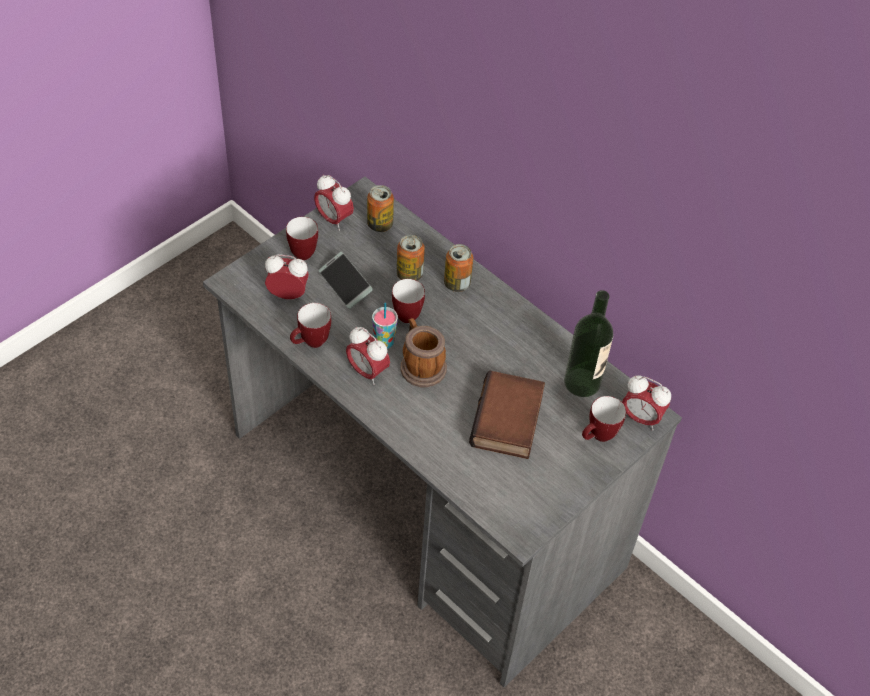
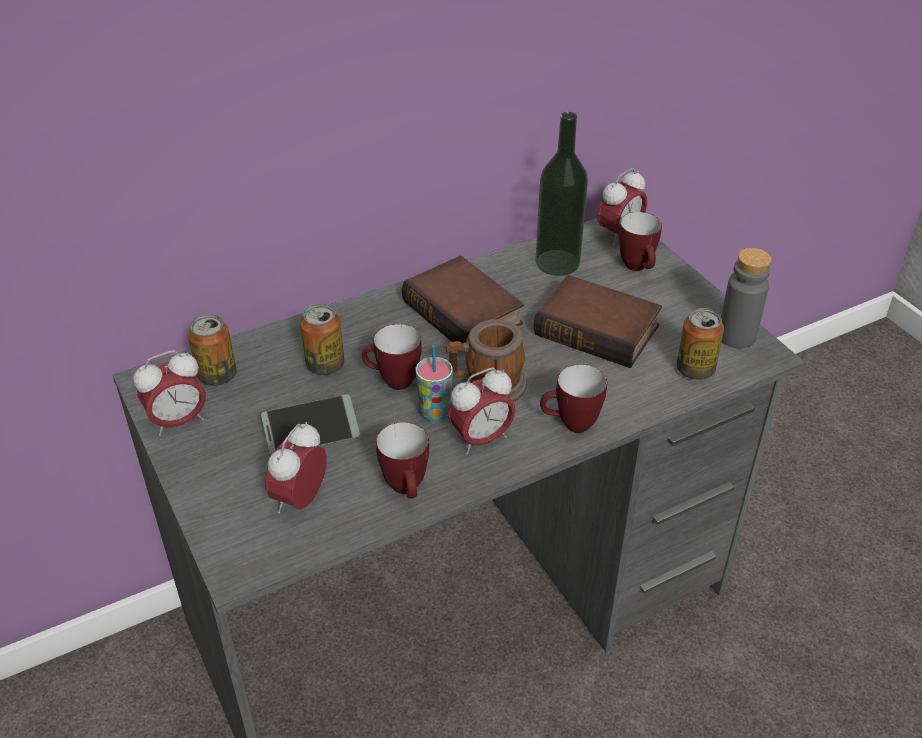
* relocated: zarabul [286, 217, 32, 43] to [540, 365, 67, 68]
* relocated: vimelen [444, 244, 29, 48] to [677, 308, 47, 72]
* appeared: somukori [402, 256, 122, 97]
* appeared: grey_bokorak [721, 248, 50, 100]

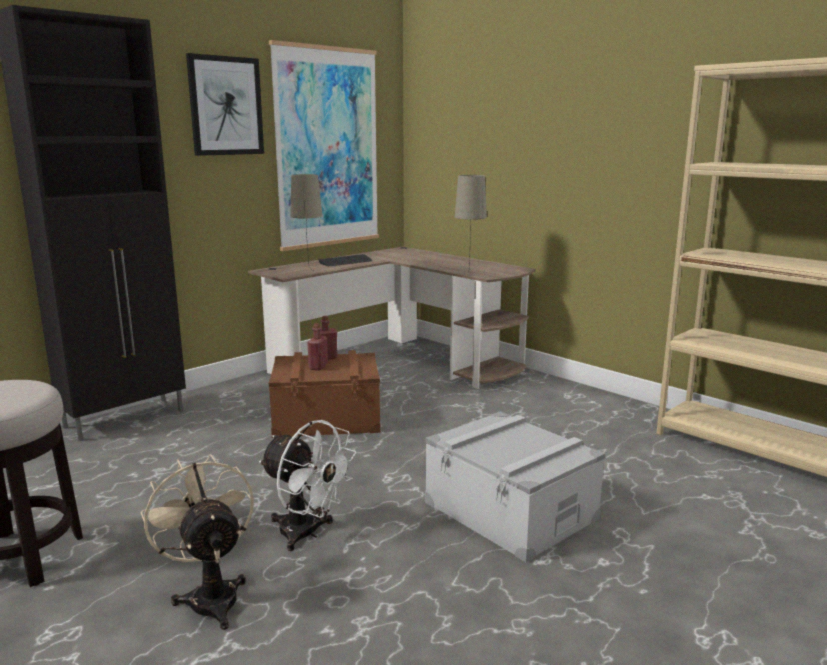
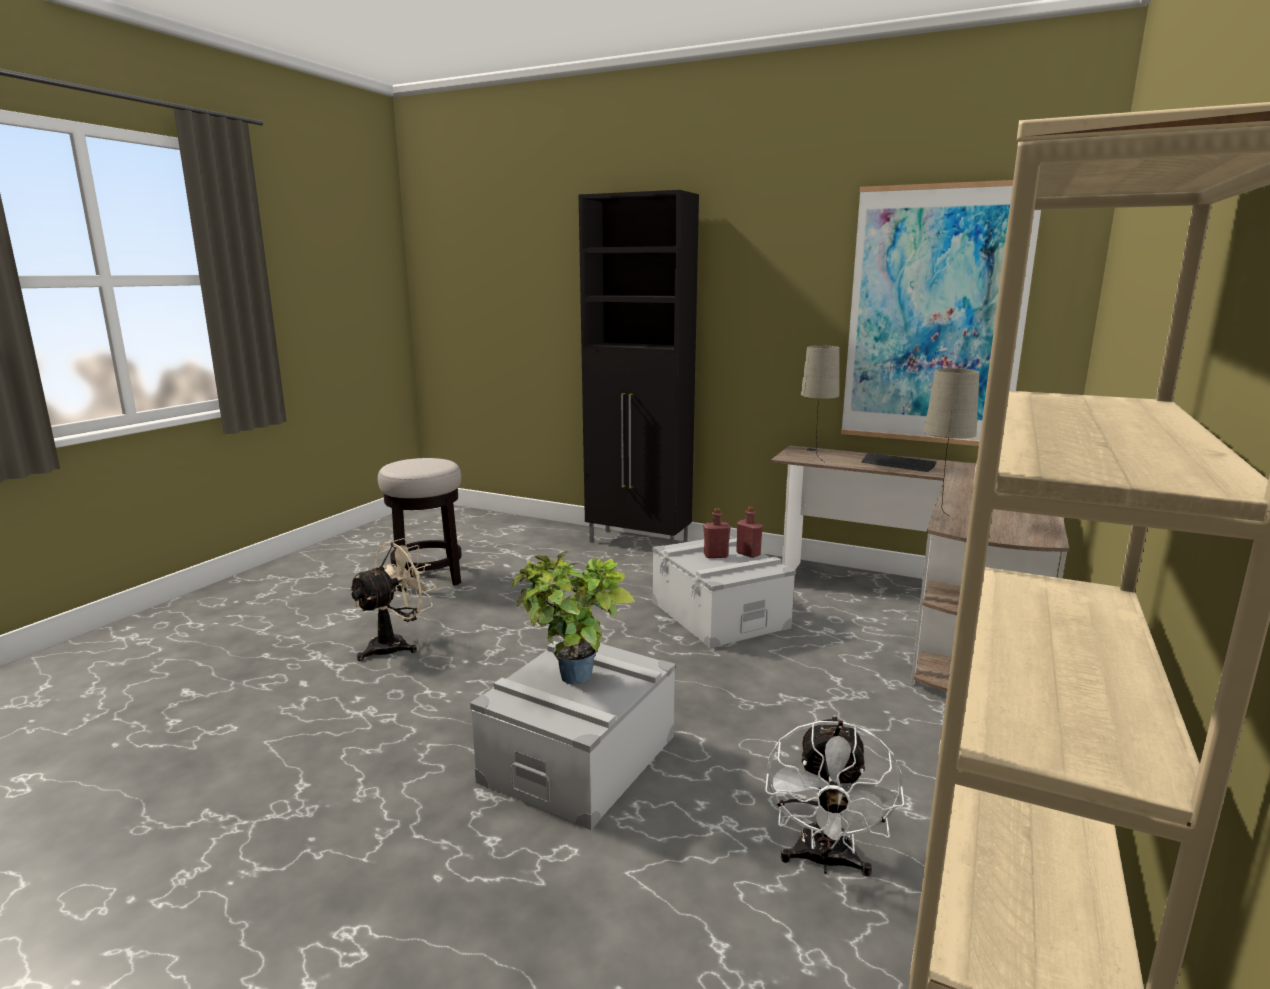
* missing: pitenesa [186, 53, 78, 103]
* relocated: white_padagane [259, 420, 97, 131] to [765, 715, 140, 162]
* colour: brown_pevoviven [269, 350, 111, 88] to grey_pevoviven [652, 536, 144, 113]
* appeared: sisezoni [510, 551, 125, 134]

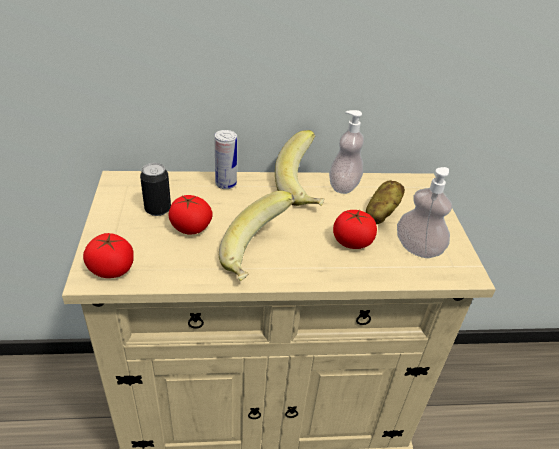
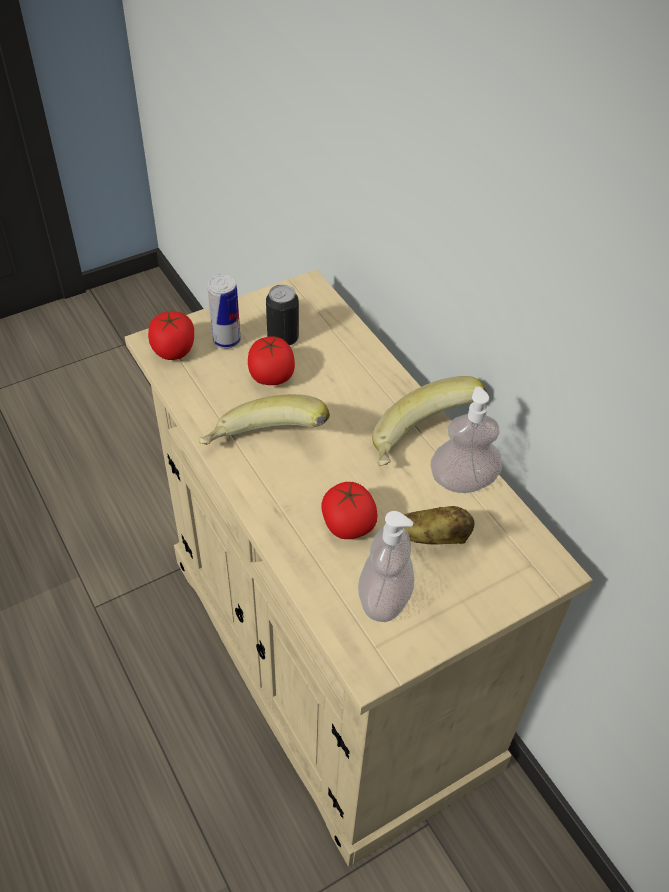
* relocated: vimelen [215, 130, 22, 59] to [208, 274, 33, 75]

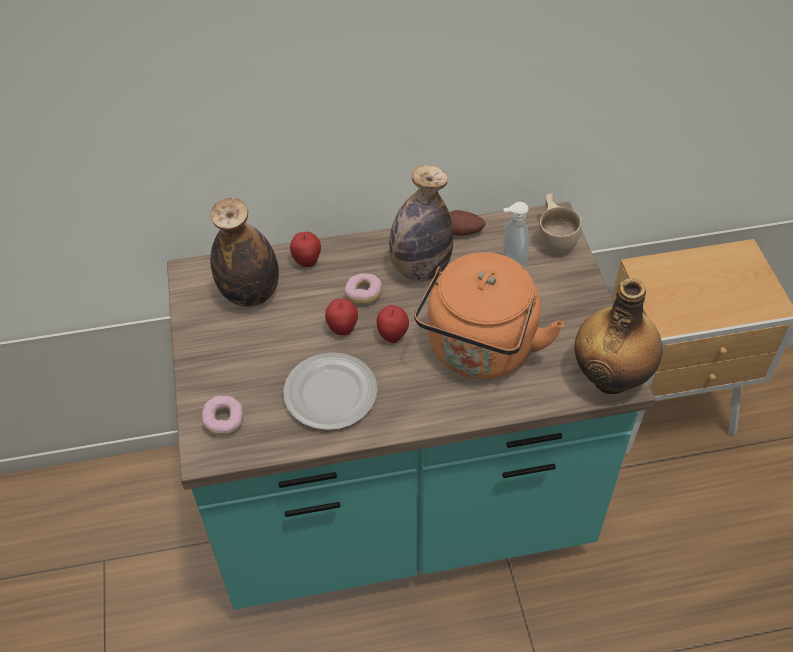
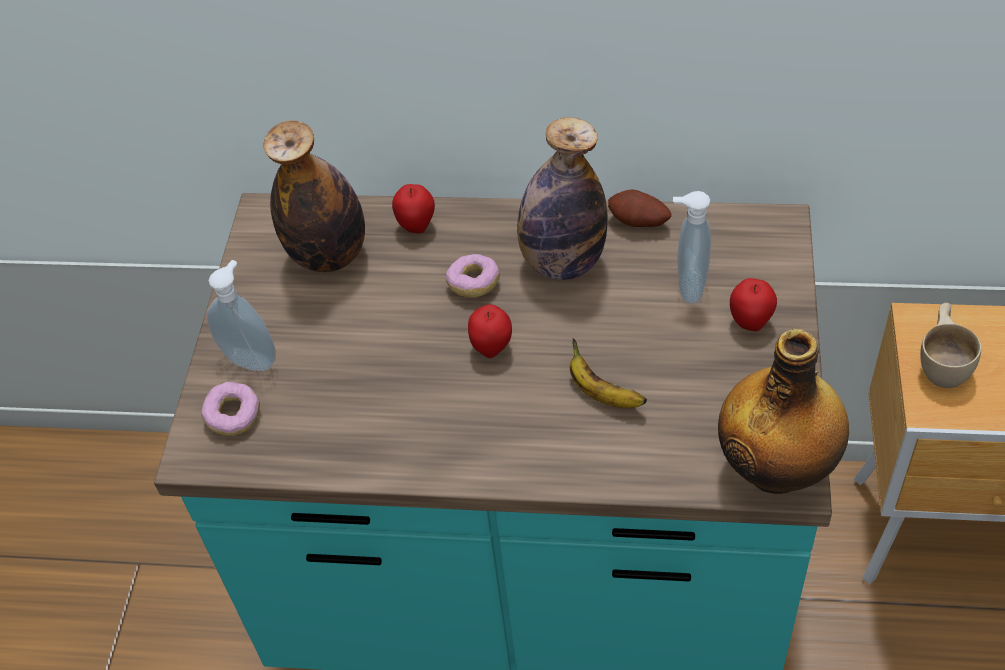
* missing: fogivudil [283, 352, 95, 78]
* relocated: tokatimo [325, 299, 33, 36] to [730, 278, 47, 53]
* exchanged: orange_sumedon [414, 252, 150, 127] to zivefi [570, 338, 77, 70]
* relocated: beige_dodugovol [539, 193, 43, 62] to [920, 303, 61, 85]
* appeared: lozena [207, 260, 69, 111]

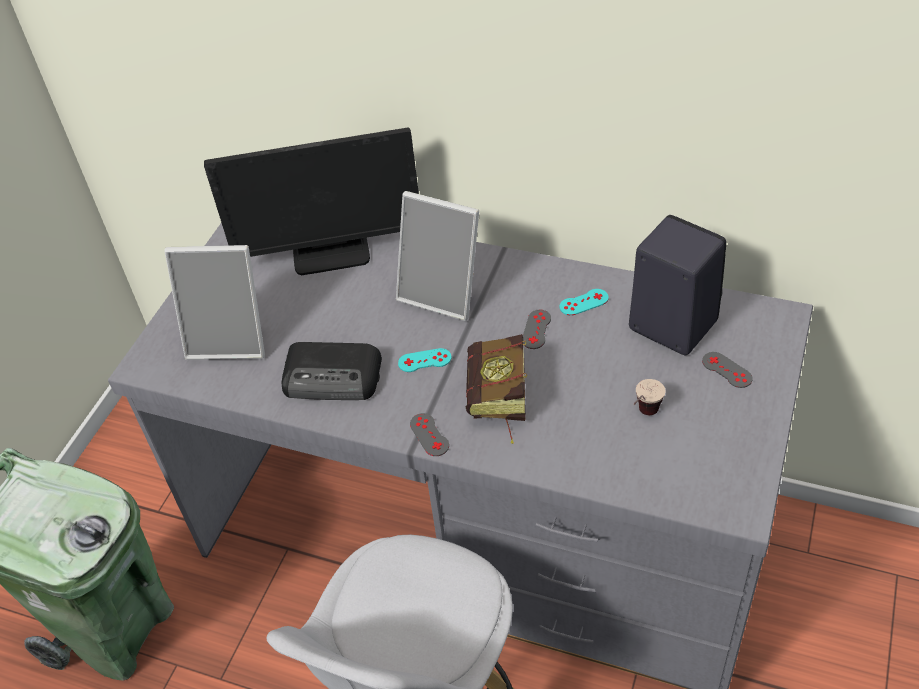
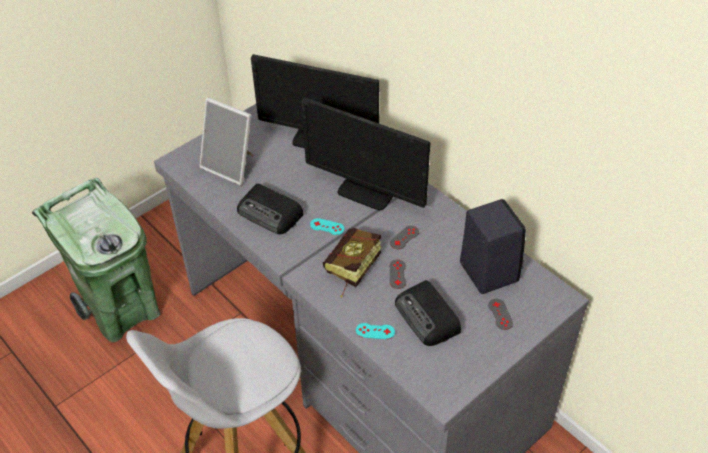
* exchanged: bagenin [396, 191, 83, 130] to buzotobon [301, 97, 129, 114]
* relocated: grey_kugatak [410, 413, 39, 43] to [390, 259, 16, 30]
* relocated: turquoise_kugatak [559, 289, 50, 27] to [356, 323, 39, 16]
* exchanged: dodugovol [633, 379, 33, 36] to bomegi [395, 280, 66, 66]

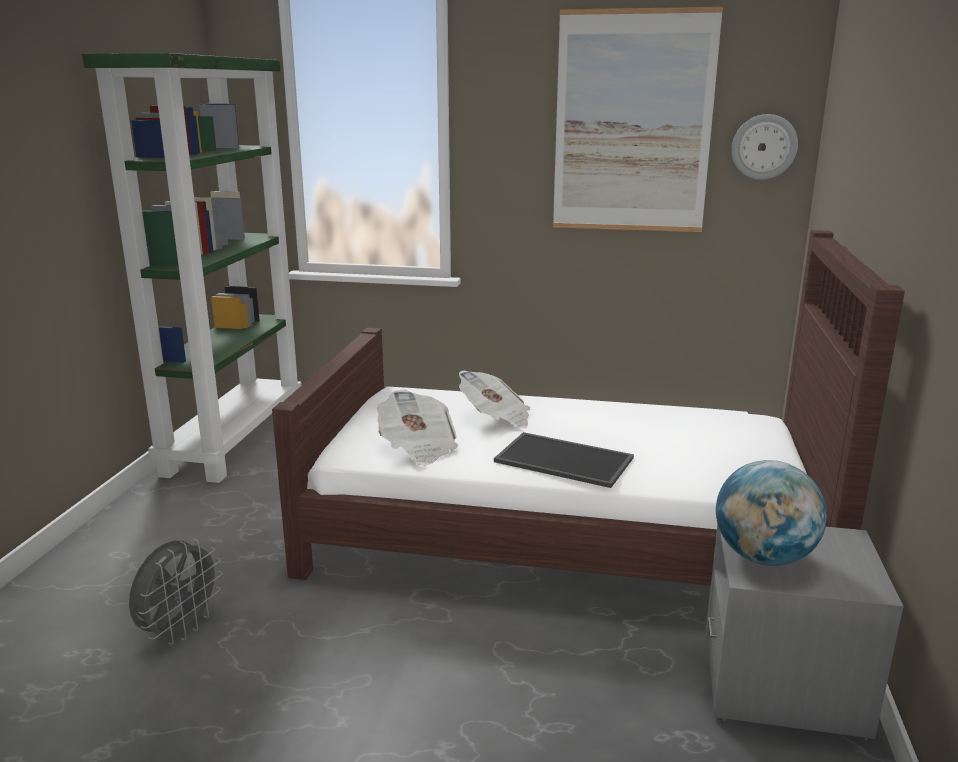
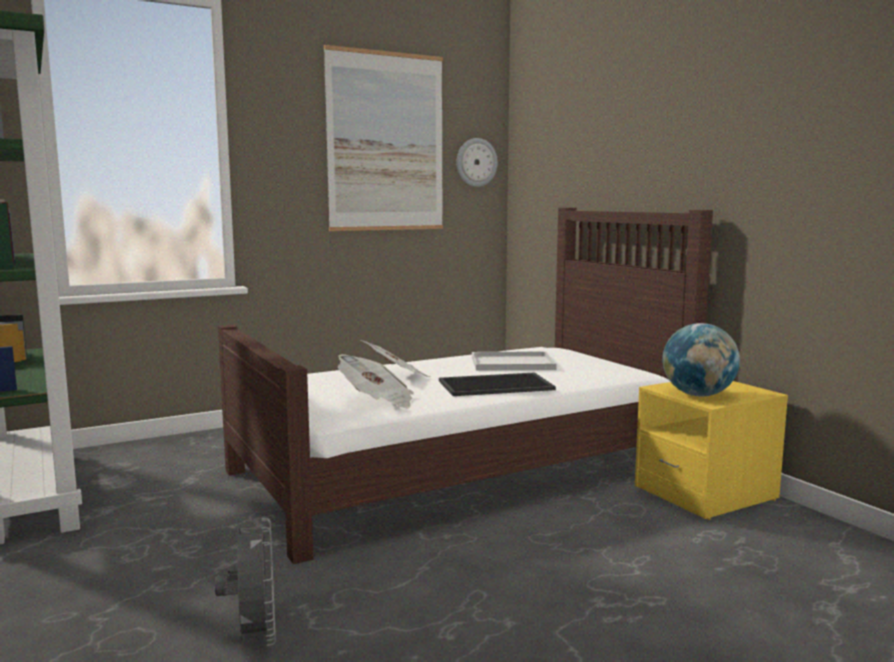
* colour: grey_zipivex [705, 525, 199, 215] to yellow_zipivex [635, 381, 153, 139]
* appeared: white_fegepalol [472, 351, 85, 20]

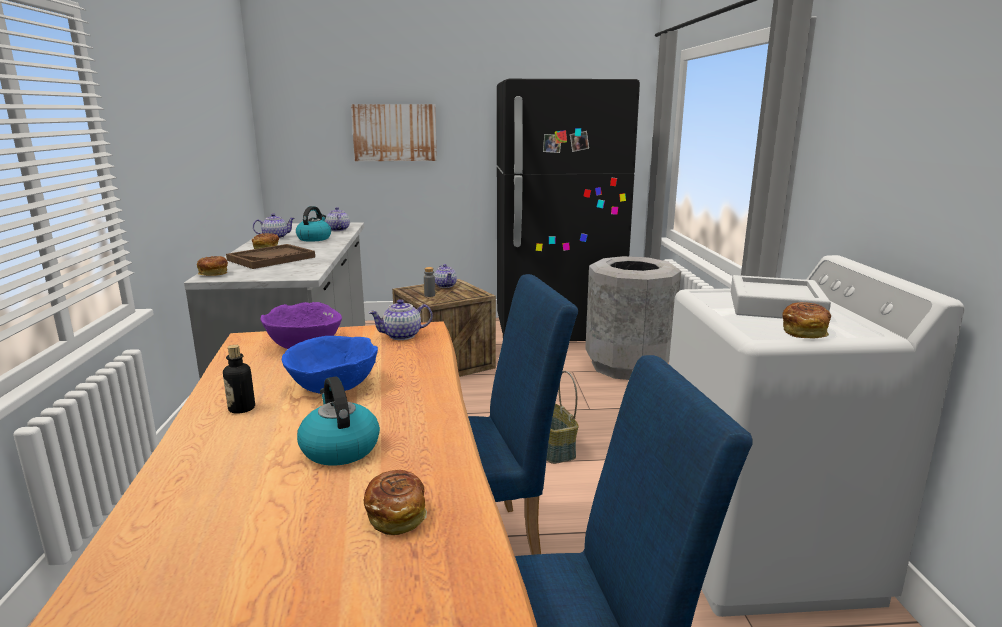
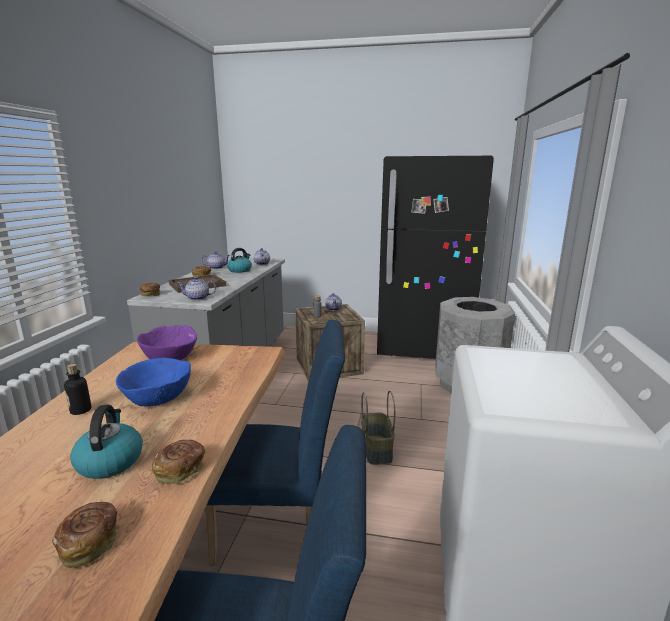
* missing: pitenesa [351, 104, 86, 57]
* relocated: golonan [368, 299, 65, 41] to [177, 277, 39, 23]
* missing: grey_fegepalol [731, 275, 100, 44]
* relocated: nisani [782, 302, 49, 37] to [152, 440, 53, 44]

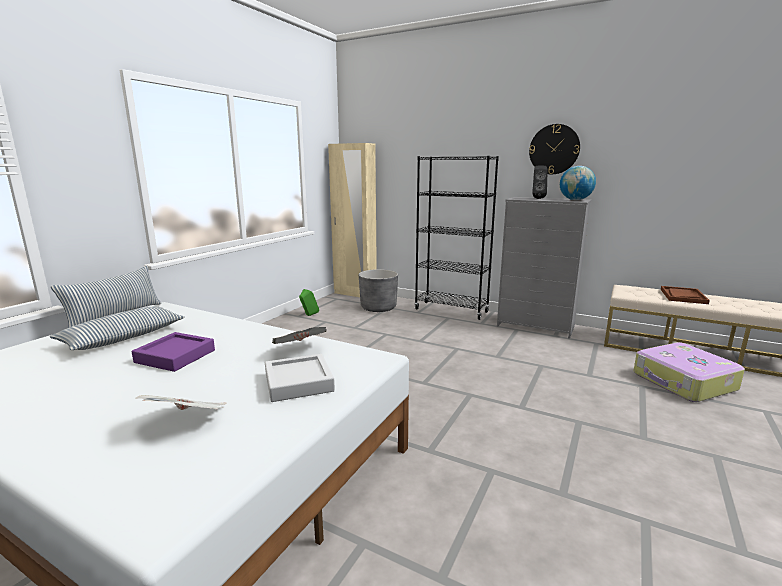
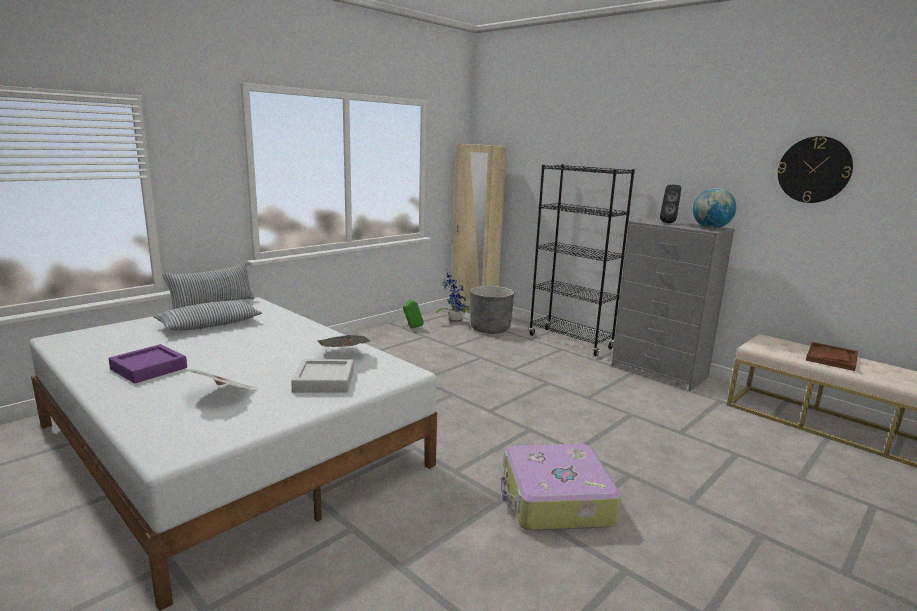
* relocated: purple_fegepalol [132, 332, 83, 40] to [109, 344, 78, 39]
* relocated: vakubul [529, 124, 51, 50] to [778, 136, 75, 67]
* relocated: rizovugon [633, 342, 112, 60] to [501, 444, 120, 87]
* appeared: sisezoni [435, 273, 35, 50]

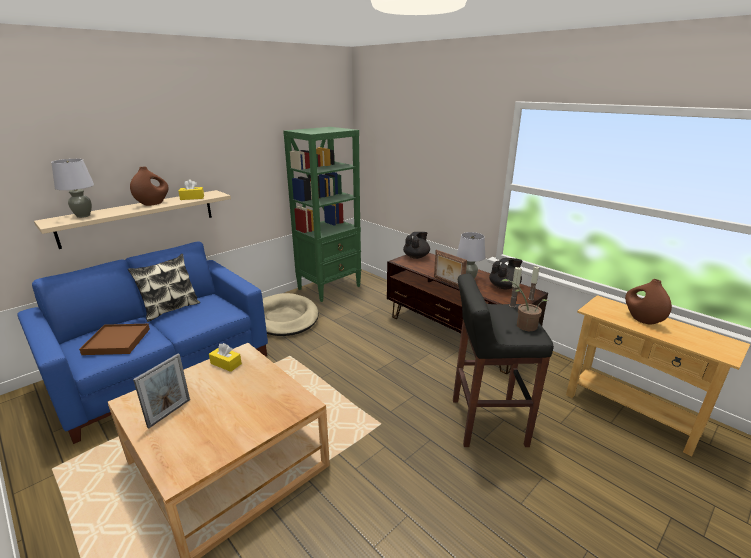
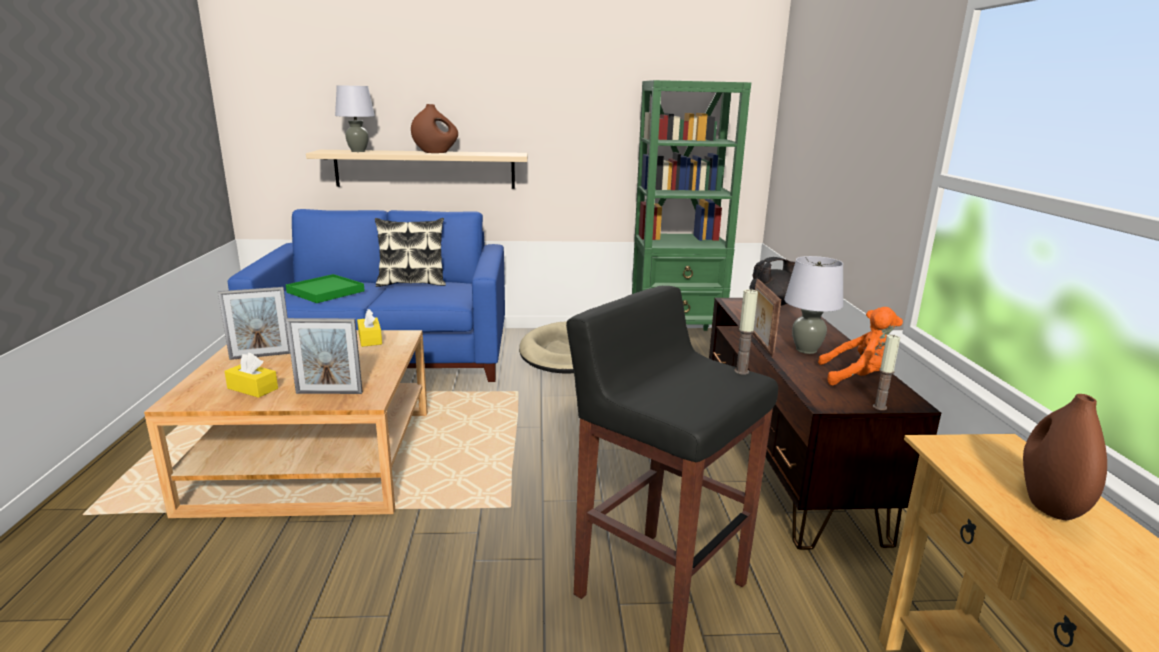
* colour: brown_fegepalol [79, 324, 71, 31] to green_fegepalol [286, 274, 79, 29]
* relocated: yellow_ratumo [179, 179, 25, 21] to [224, 353, 54, 45]
* exchanged: black_golonan [489, 258, 34, 31] to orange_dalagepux [818, 307, 85, 78]
* missing: sisezoni [501, 279, 47, 52]
* appeared: bagenin [286, 318, 77, 76]

